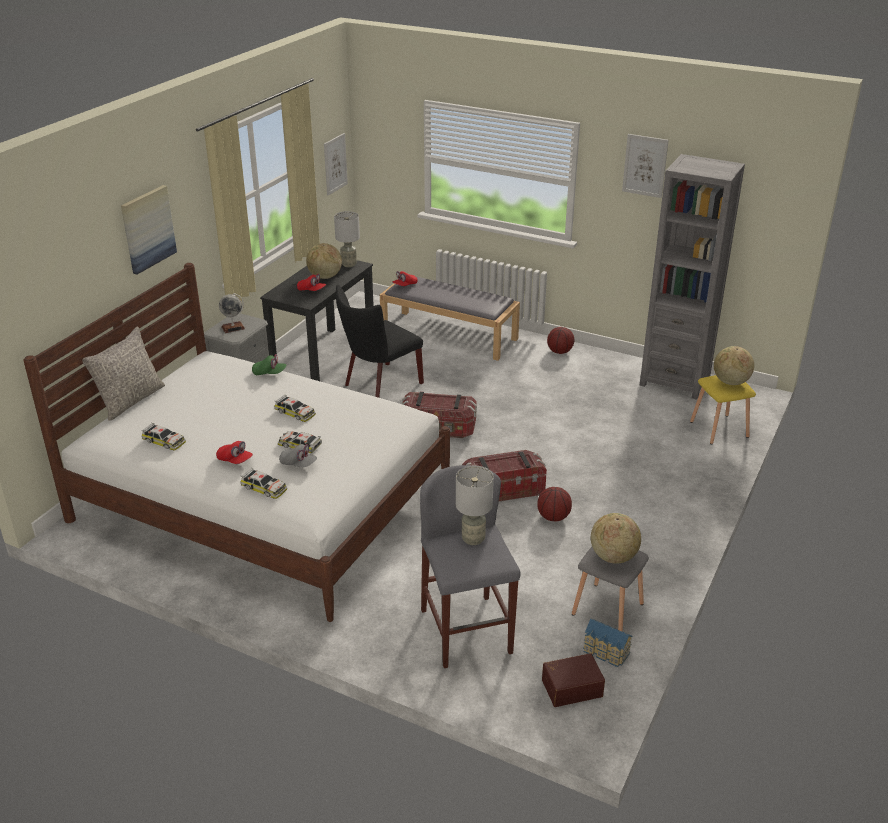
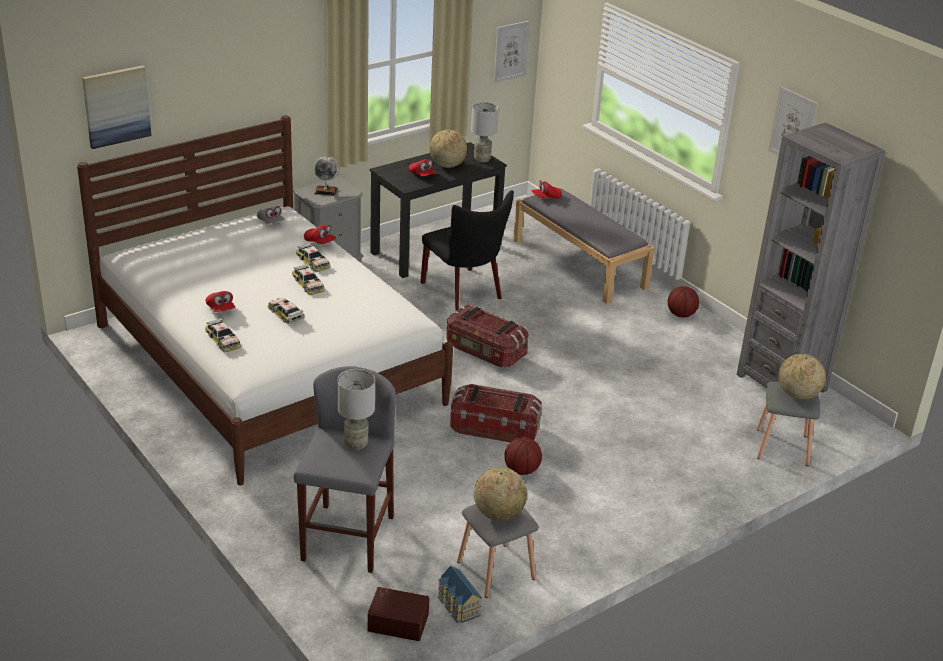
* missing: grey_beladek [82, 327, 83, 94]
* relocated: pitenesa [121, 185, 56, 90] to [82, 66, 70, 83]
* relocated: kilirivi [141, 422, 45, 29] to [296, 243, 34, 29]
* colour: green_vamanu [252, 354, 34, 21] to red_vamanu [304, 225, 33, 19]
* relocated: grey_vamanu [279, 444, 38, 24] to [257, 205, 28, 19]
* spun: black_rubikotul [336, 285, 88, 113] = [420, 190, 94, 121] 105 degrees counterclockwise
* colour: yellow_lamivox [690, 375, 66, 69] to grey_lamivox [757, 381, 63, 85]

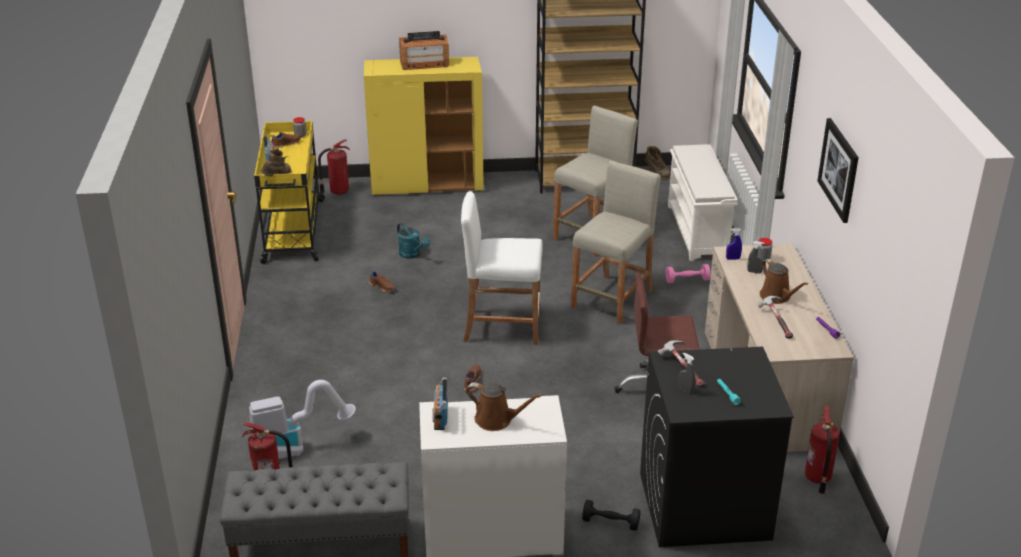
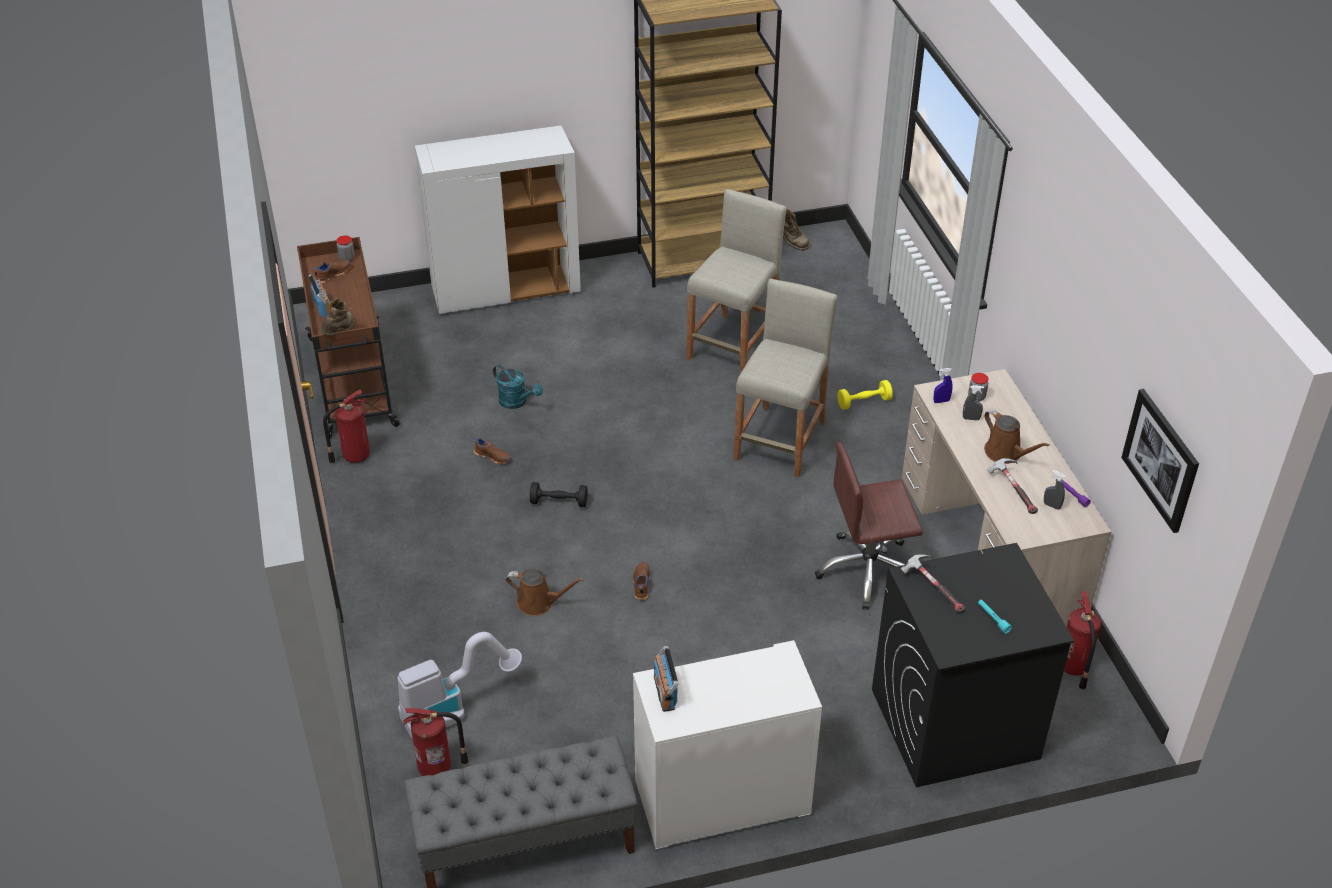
* colour: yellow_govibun [254, 121, 71, 143] to brown_govibun [297, 237, 103, 201]
* relocated: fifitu [318, 139, 32, 56] to [323, 389, 47, 75]
* colour: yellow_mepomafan [364, 57, 120, 139] to white_mepomafan [415, 125, 166, 189]
* missing: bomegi [399, 31, 50, 39]
* missing: white_lamivox [461, 191, 82, 154]
* relocated: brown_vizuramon [466, 382, 77, 49] to [506, 569, 78, 47]
* relocated: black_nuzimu [582, 500, 58, 31] to [530, 482, 57, 25]
* colour: pink_nuzimu [666, 264, 45, 19] to yellow_nuzimu [837, 380, 56, 30]
* missing: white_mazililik [668, 144, 70, 117]
* relocated: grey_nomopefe [678, 352, 17, 42] to [1044, 470, 21, 40]
* relocated: pitenesa [817, 118, 42, 105] to [1121, 389, 78, 144]

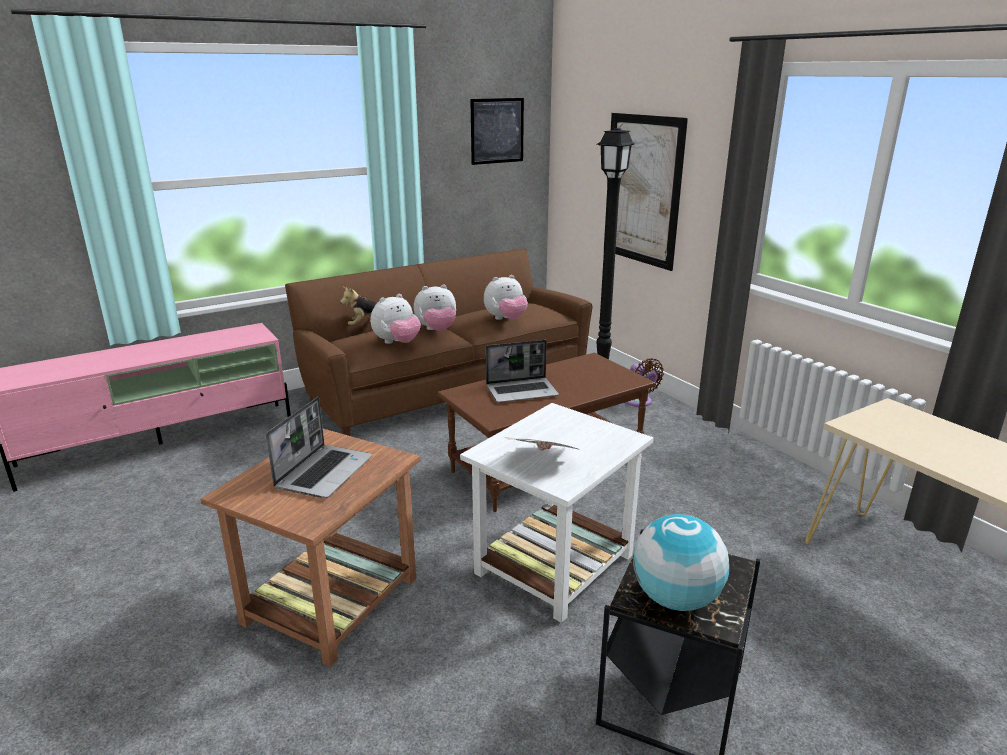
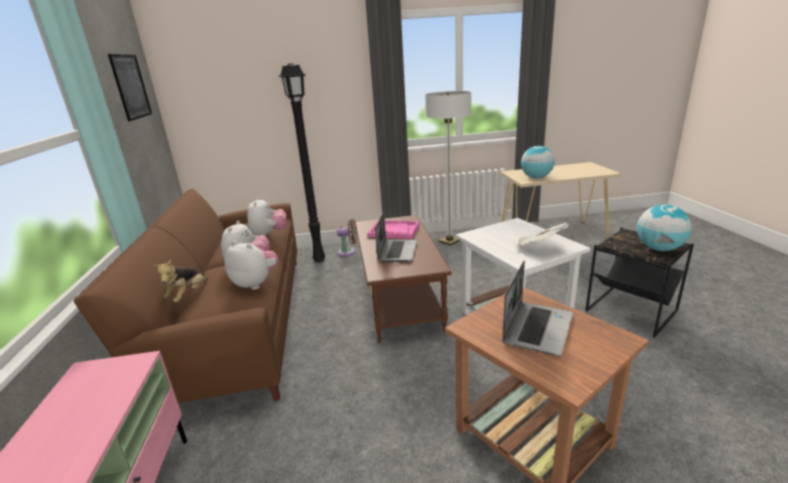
* spun: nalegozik [266, 397, 106, 101] = [502, 261, 71, 95] 75 degrees clockwise
* spun: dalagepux [371, 294, 50, 50] = [225, 241, 53, 49] 45 degrees counterclockwise
* missing: pitenesa [604, 113, 84, 158]
* appeared: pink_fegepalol [368, 220, 51, 19]
* appeared: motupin [425, 91, 46, 155]
* appeared: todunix [521, 146, 34, 32]

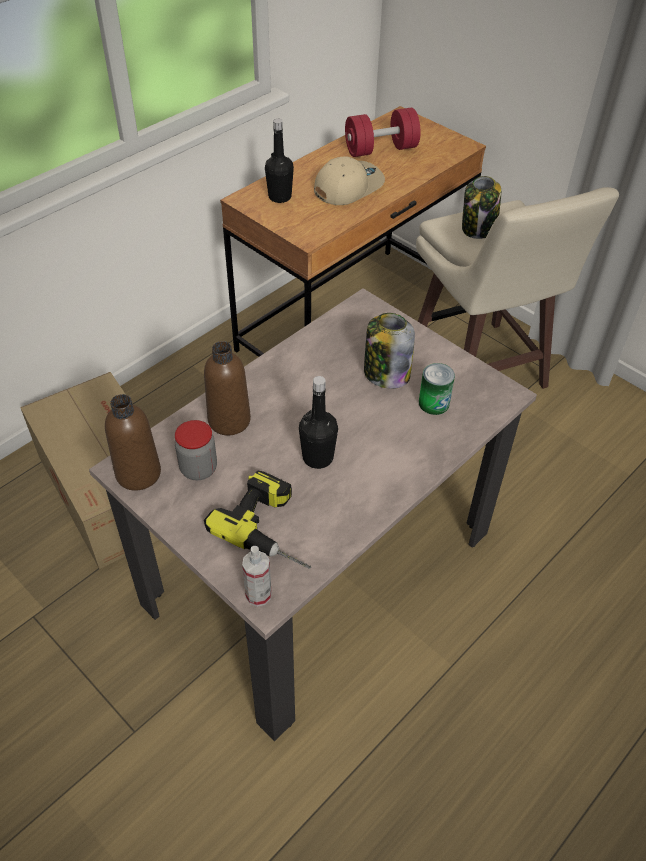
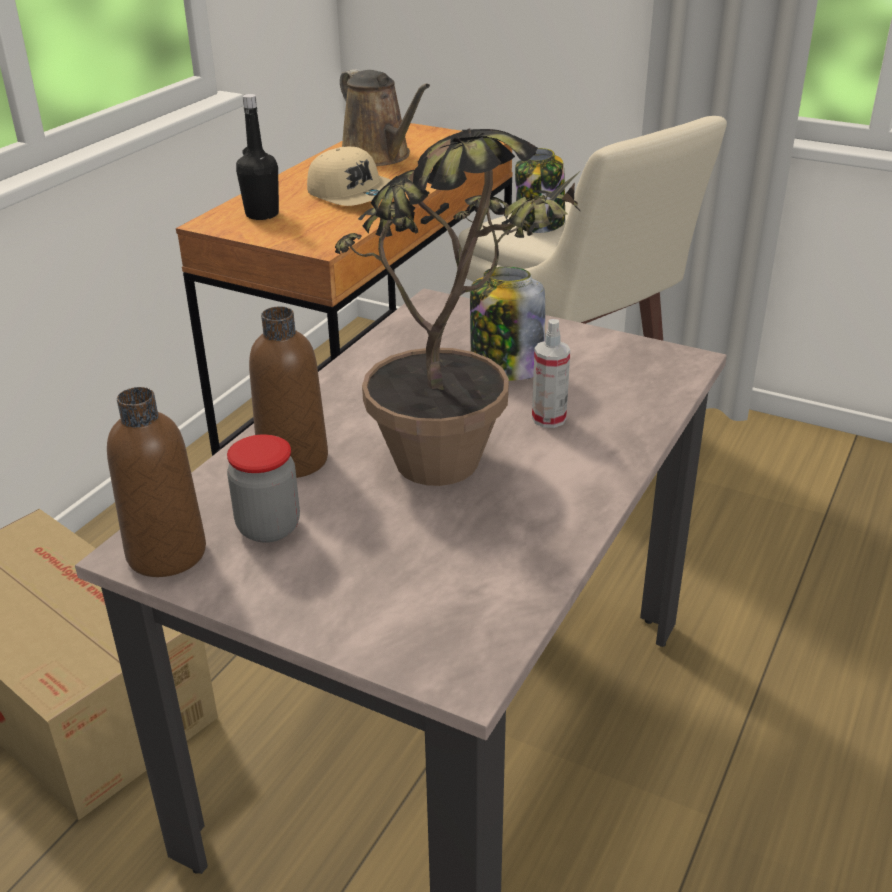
* missing: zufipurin [204, 470, 107, 99]
* relocated: nomopefe [242, 546, 30, 61] to [532, 319, 38, 109]
* exchanged: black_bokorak [299, 376, 39, 93] to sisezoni [335, 128, 246, 358]
* spun: beige_vamanu [314, 156, 71, 49] = [307, 147, 84, 59] 105 degrees clockwise
* exchanged: red_nuzimu [345, 108, 76, 49] to brown_vizuramon [340, 69, 90, 97]
* missing: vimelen [419, 363, 36, 52]

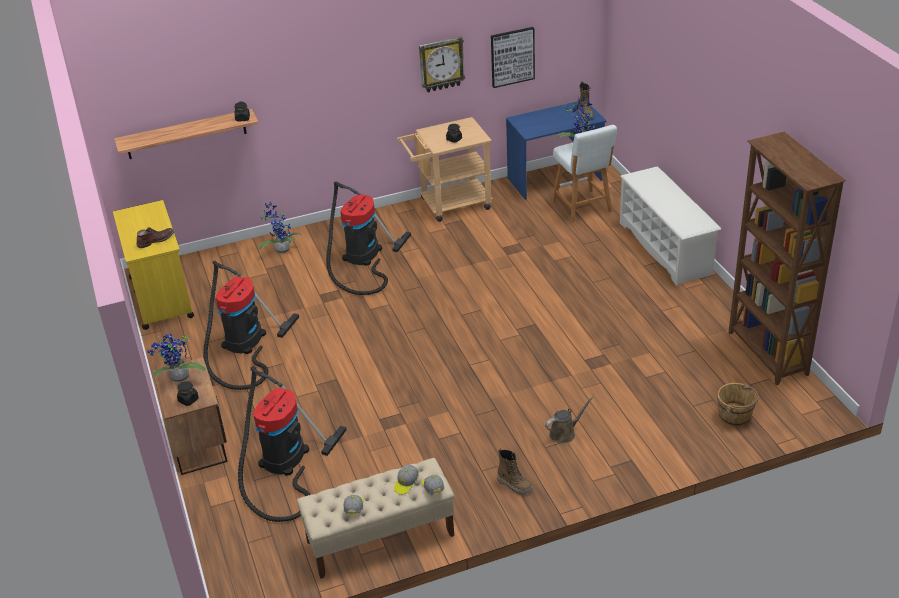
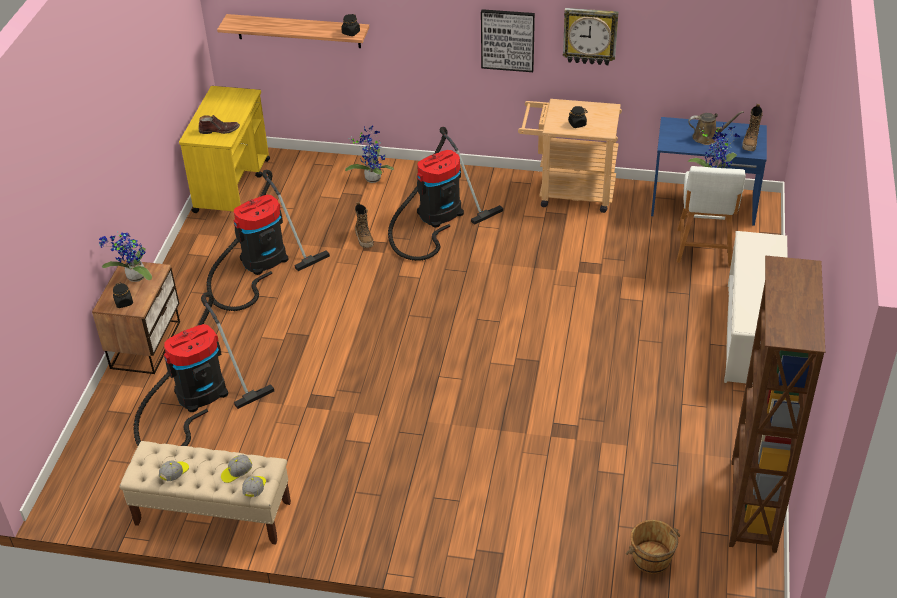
* relocated: pitenesa [491, 27, 44, 61] to [481, 9, 54, 63]
* relocated: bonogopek [497, 448, 36, 47] to [355, 202, 19, 46]
* relocated: brown_vizuramon [545, 396, 49, 47] to [688, 111, 56, 34]

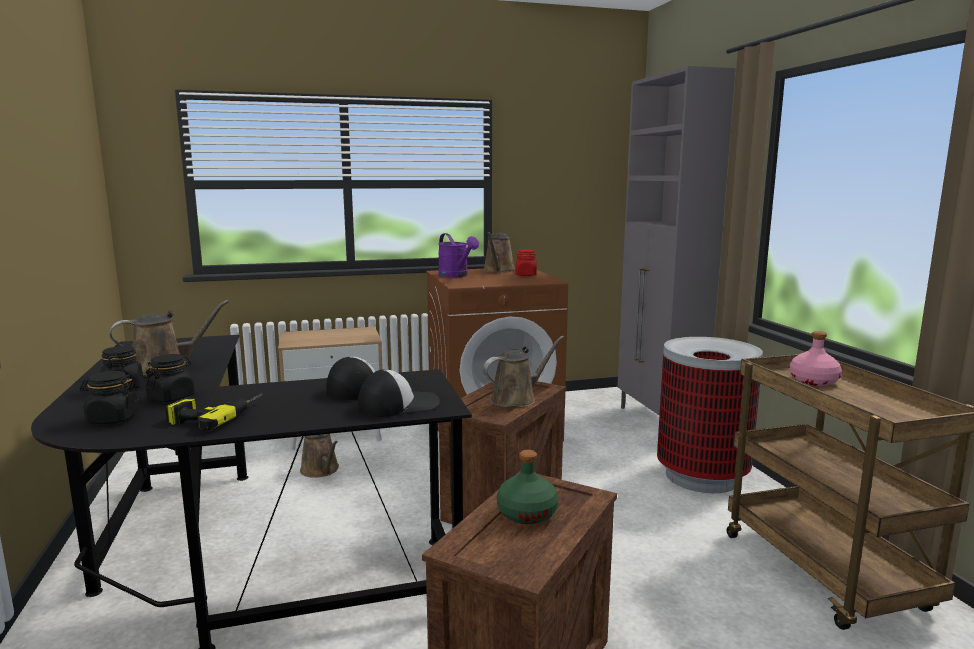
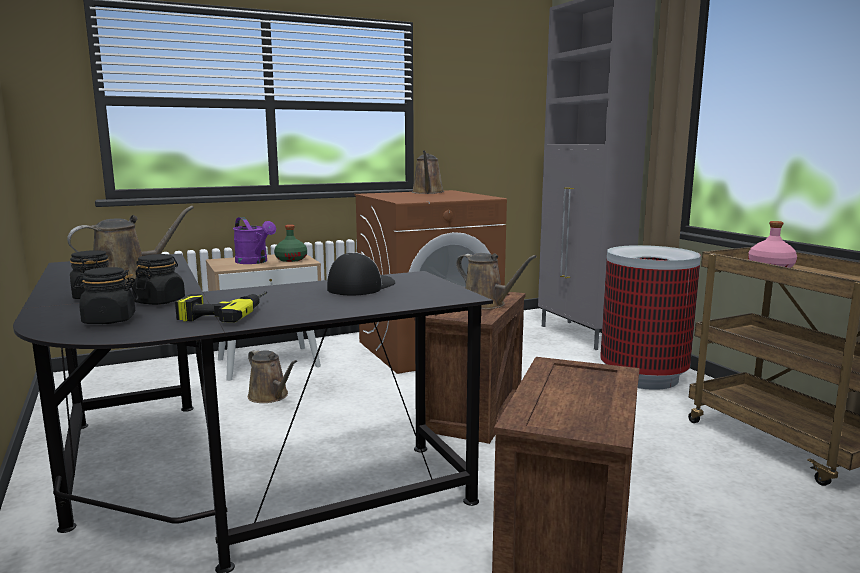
* missing: vamanu [358, 370, 82, 47]
* relocated: purple_vizuramon [438, 233, 41, 45] to [233, 217, 43, 47]
* spun: brown_vizuramon [483, 336, 81, 71] = [456, 253, 81, 56] 90 degrees clockwise
* relocated: green_bokorak [497, 450, 61, 74] to [274, 225, 33, 37]
* missing: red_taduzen [515, 250, 22, 26]

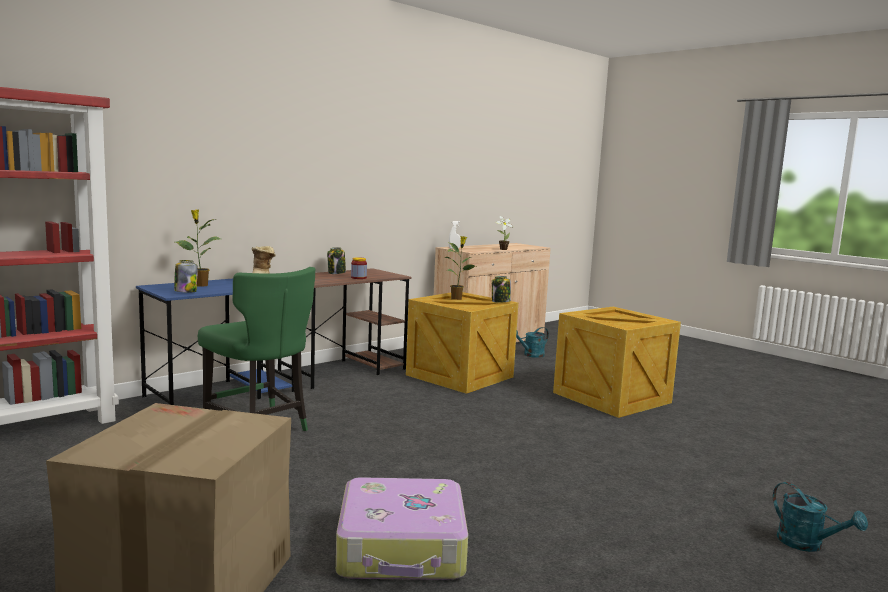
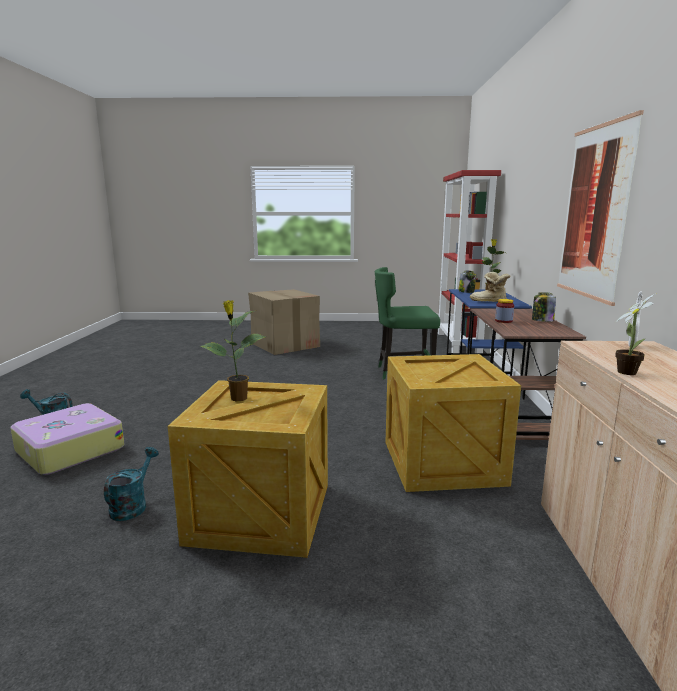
* relocated: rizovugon [336, 477, 132, 103] to [10, 403, 115, 72]
* relocated: sisezoni [444, 236, 31, 64] to [200, 300, 66, 102]
* missing: taduzen [492, 276, 19, 27]
* relocated: turquoise_vizuramon [516, 327, 33, 31] to [104, 447, 55, 74]
* appeared: pitenesa [557, 110, 87, 196]

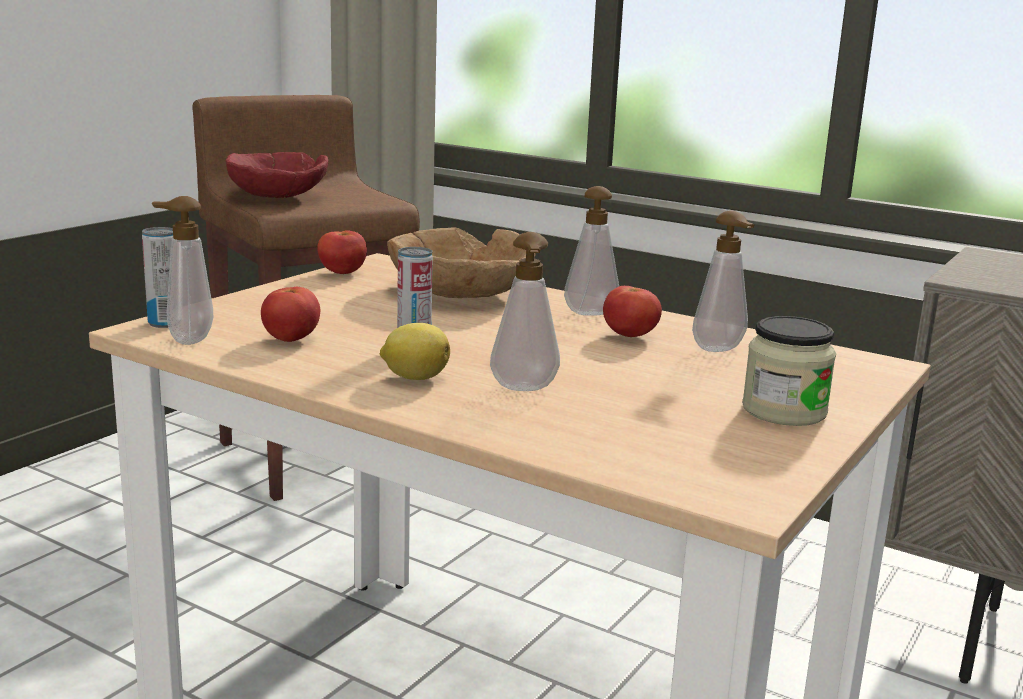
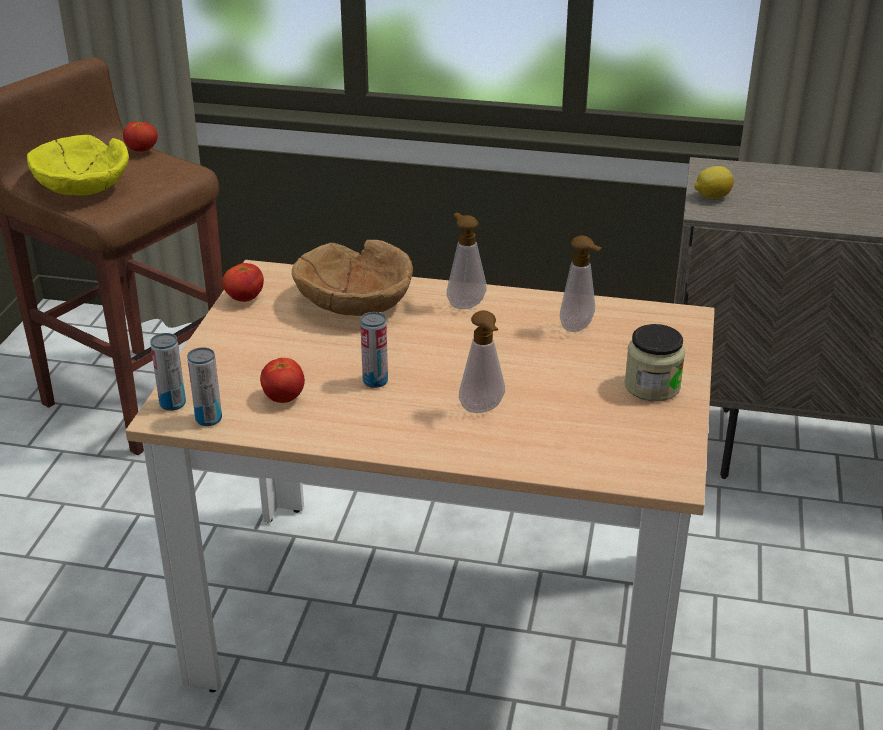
* exchanged: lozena [152, 196, 61, 149] to vimelen [187, 347, 35, 79]
* colour: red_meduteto [225, 152, 103, 46] to yellow_meduteto [27, 135, 102, 61]
* relocated: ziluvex [380, 323, 70, 57] to [694, 166, 40, 33]
* relocated: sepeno [603, 286, 59, 51] to [123, 121, 35, 30]

